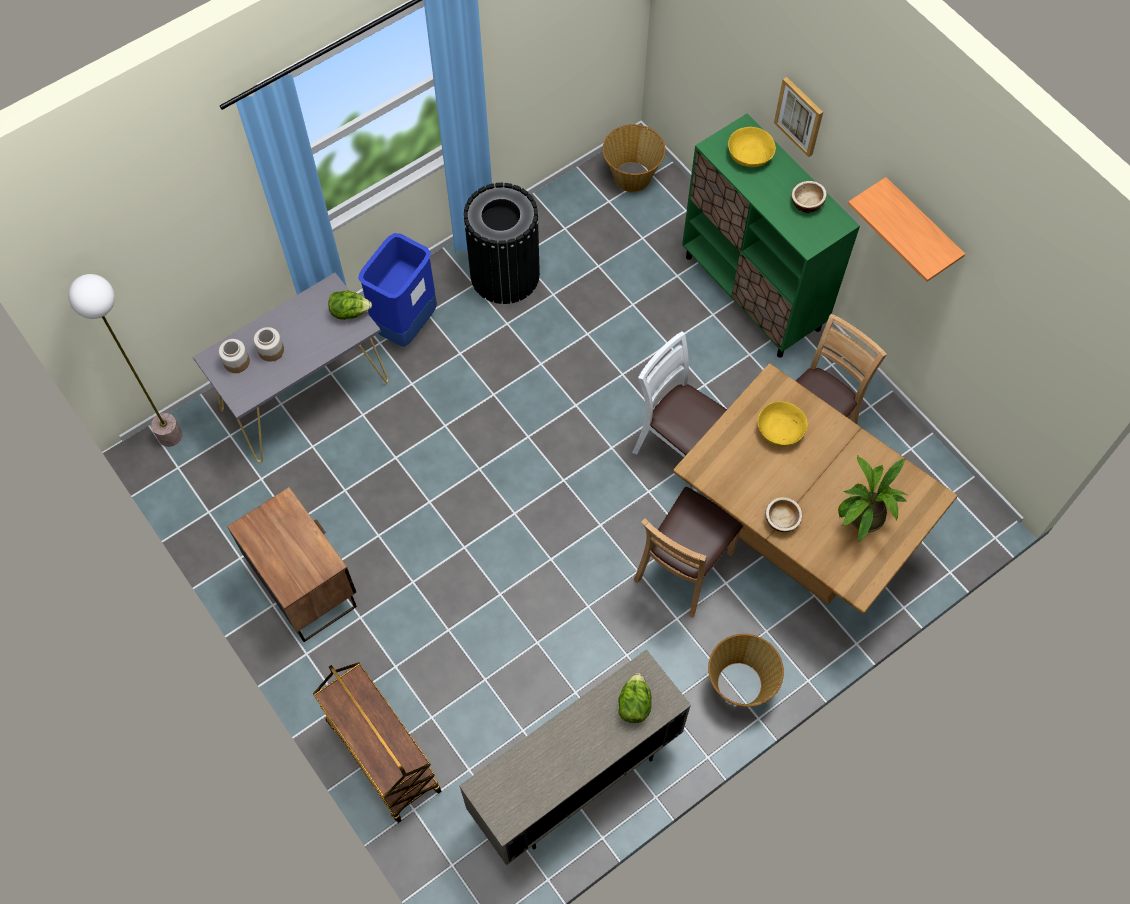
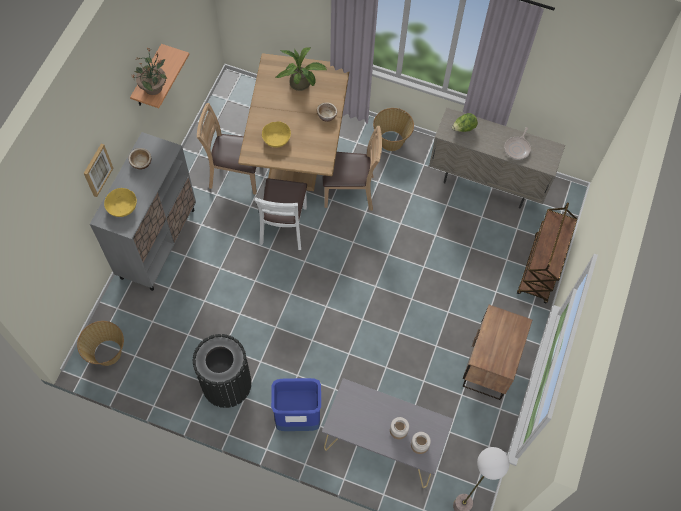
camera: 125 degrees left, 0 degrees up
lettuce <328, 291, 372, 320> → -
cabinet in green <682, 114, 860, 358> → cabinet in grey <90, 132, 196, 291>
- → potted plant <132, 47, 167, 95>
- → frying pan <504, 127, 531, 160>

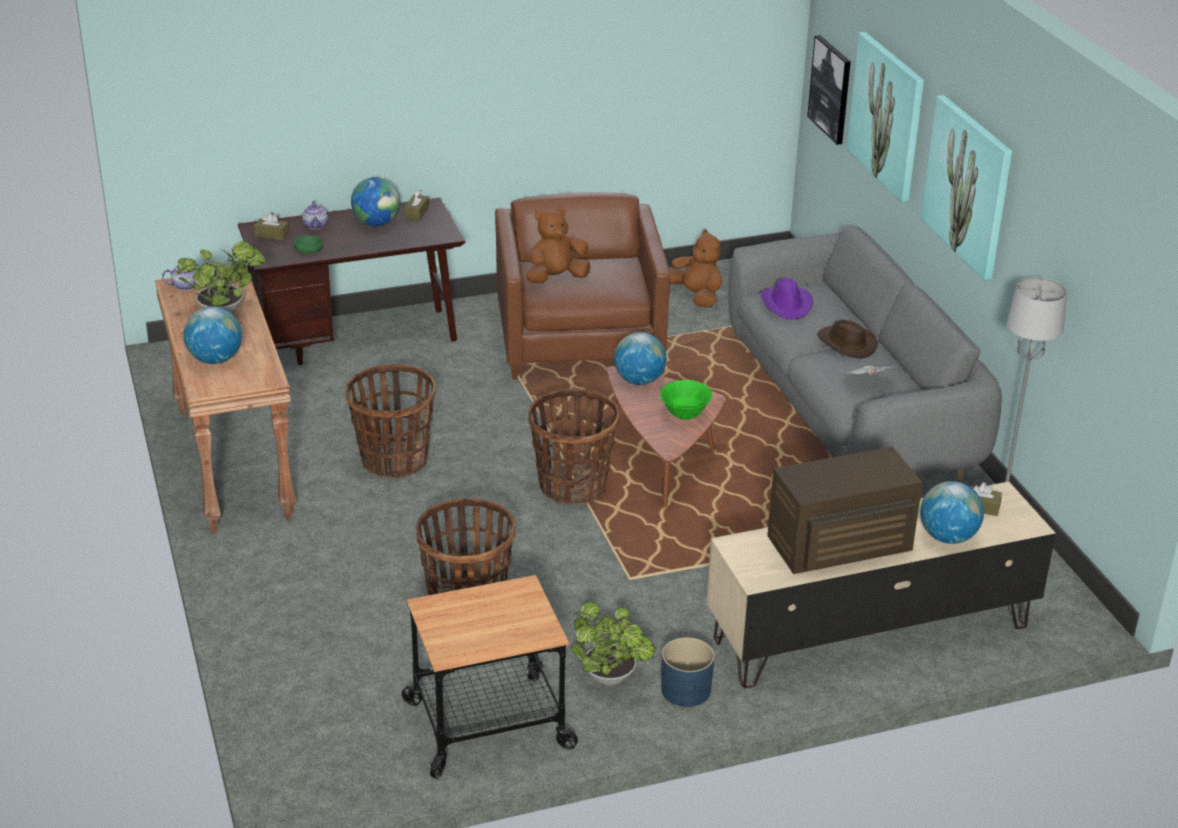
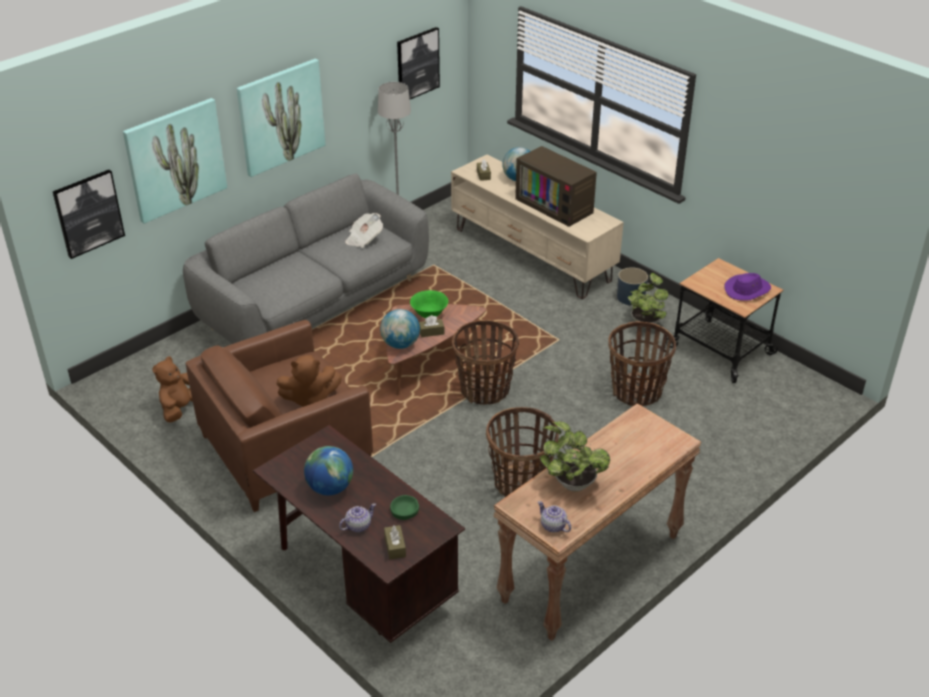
camera: 115 degrees left, 5 degrees up
globe <183, 306, 242, 364> → -
tissue box in brown <404, 190, 429, 221> → tissue box in brown <419, 315, 444, 337>, move
plush toy in brown <527, 207, 591, 283> → plush toy in brown <276, 355, 342, 407>, 45 degrees counterclockwise
hat in purple <761, 278, 813, 320> → hat in purple <725, 273, 771, 301>, move
hat in brown <818, 320, 878, 358> → -
- → picture <397, 27, 440, 99>

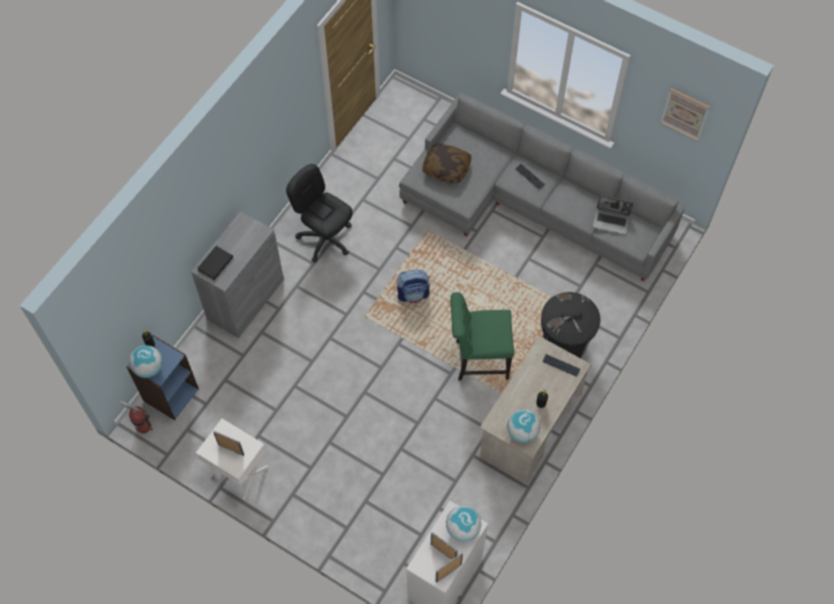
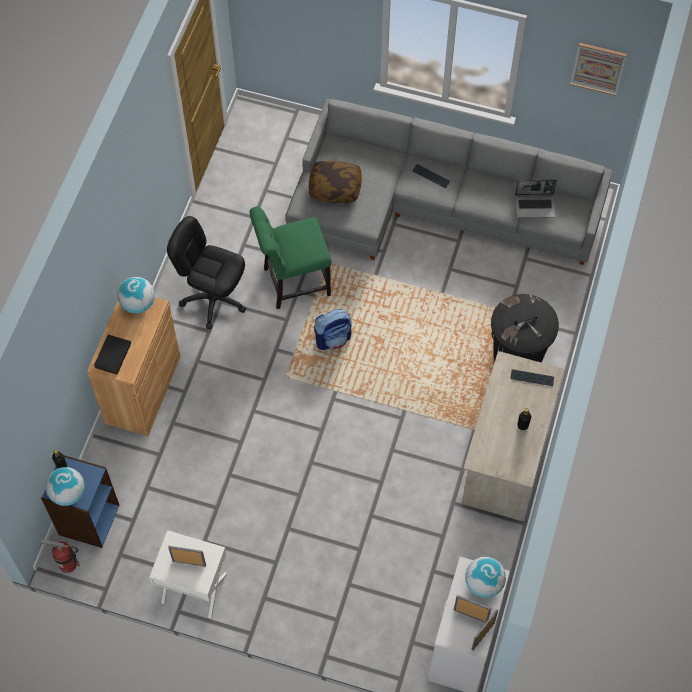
camera: 15 degrees left, 0 degrees up
cabinet in grey <191, 211, 284, 338> → cabinet in brown <87, 297, 180, 436>
chair in green <450, 292, 514, 381> → chair in green <250, 206, 332, 309>, move
globe <507, 409, 540, 443> → globe <118, 277, 155, 314>, move

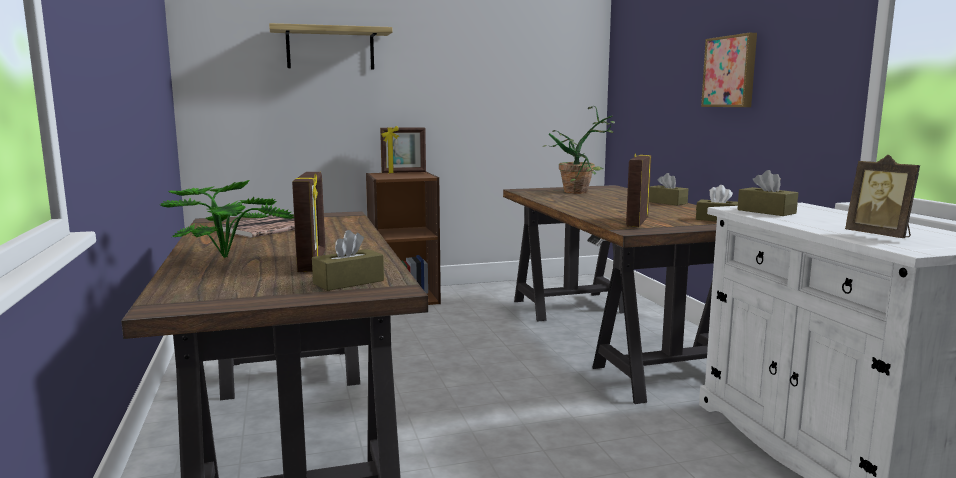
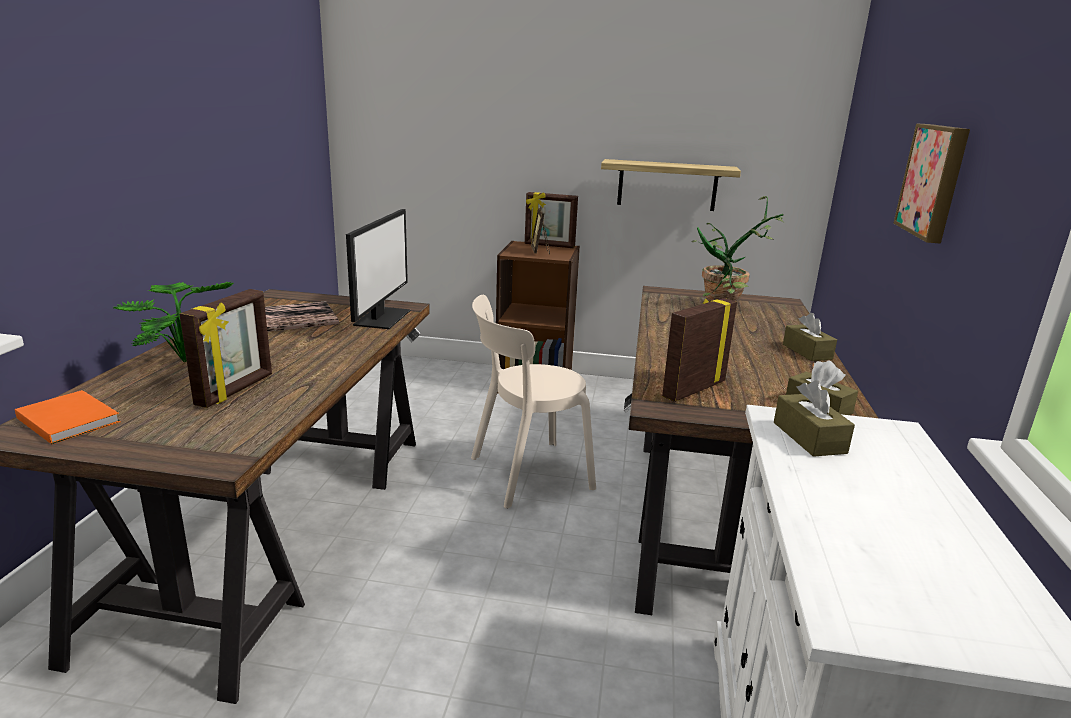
camera: 25 degrees right, 10 degrees up
shelf <269, 23, 392, 70> → shelf <601, 159, 741, 211>, move
tissue box in brown <312, 230, 384, 291> → -
picture frame <845, 155, 920, 238> → picture frame <531, 207, 550, 255>, move
- → book in orange <15, 390, 121, 444>
- → monitor <346, 209, 410, 329>
- → chair in beige <471, 295, 596, 509>

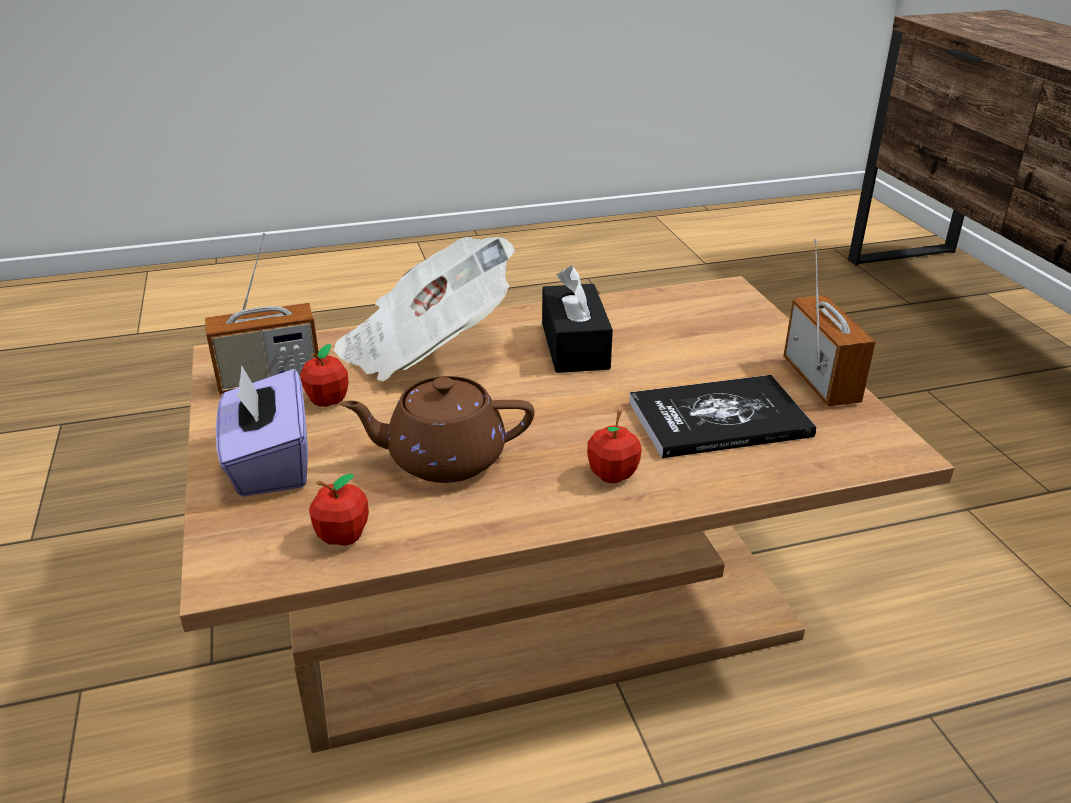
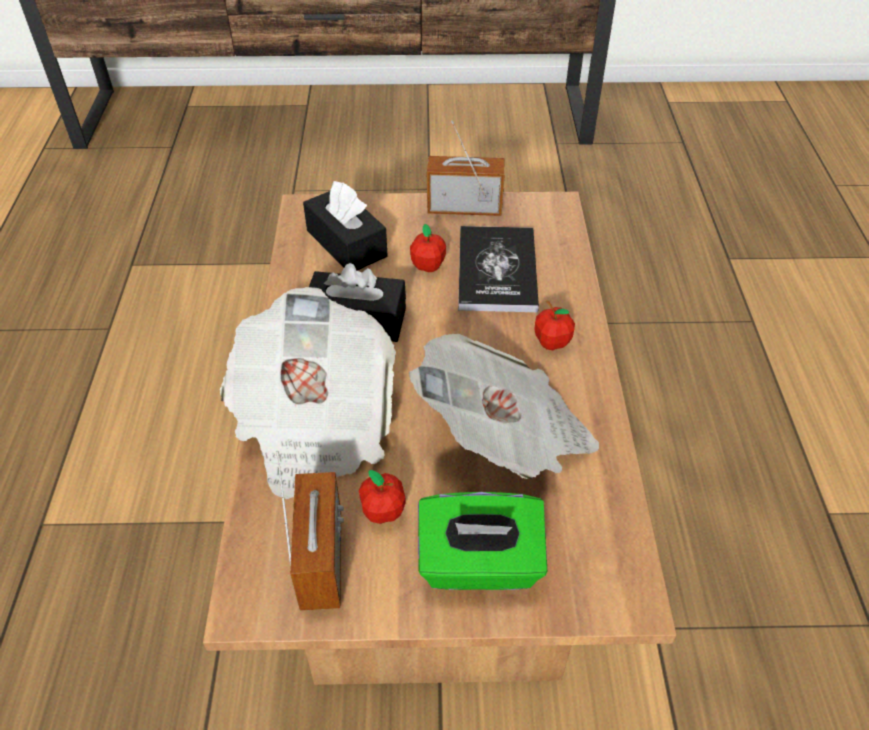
camera: 75 degrees left, 15 degrees up
tissue box in purple <216, 365, 308, 497> → tissue box in green <418, 492, 547, 590>
apple <309, 474, 369, 546> → apple <410, 224, 446, 272>, move
teapot in brown <339, 376, 534, 483> → newspaper <409, 334, 599, 479>
- → tissue box in black <303, 181, 388, 270>

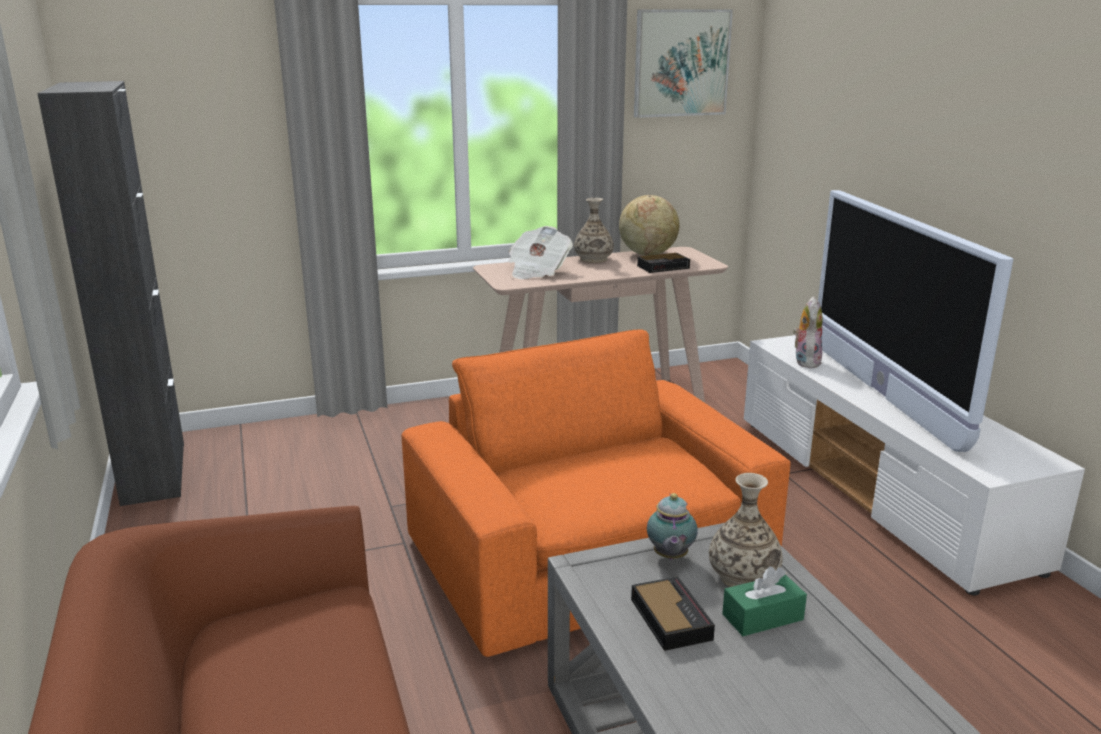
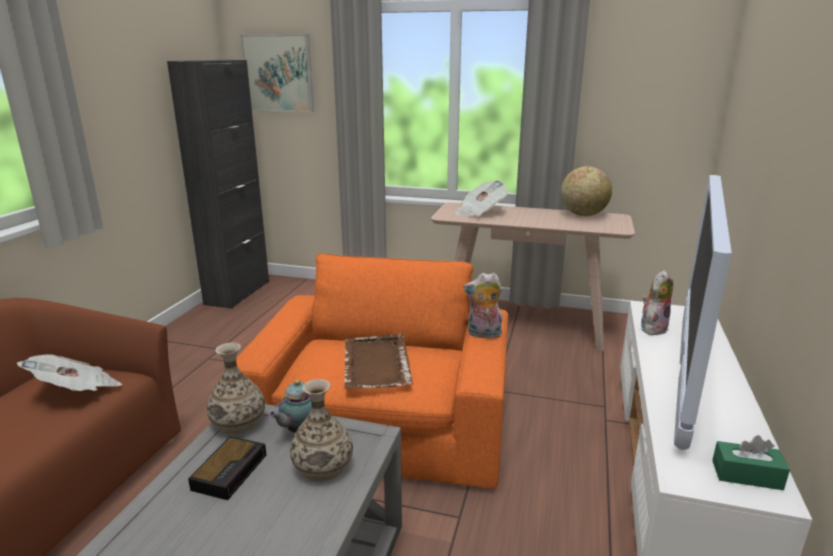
camera: 35 degrees right, 0 degrees up
vase <574, 198, 614, 263> → vase <207, 342, 265, 434>, move
picture <634, 10, 733, 118> → picture <240, 34, 314, 112>, move
alarm clock <637, 253, 690, 273> → -
tissue box in green <722, 567, 807, 636> → tissue box in green <712, 435, 790, 490>, move
- → newspaper <17, 354, 122, 391>
- → tray in brown <344, 334, 413, 389>
- → plush toy <464, 273, 503, 338>

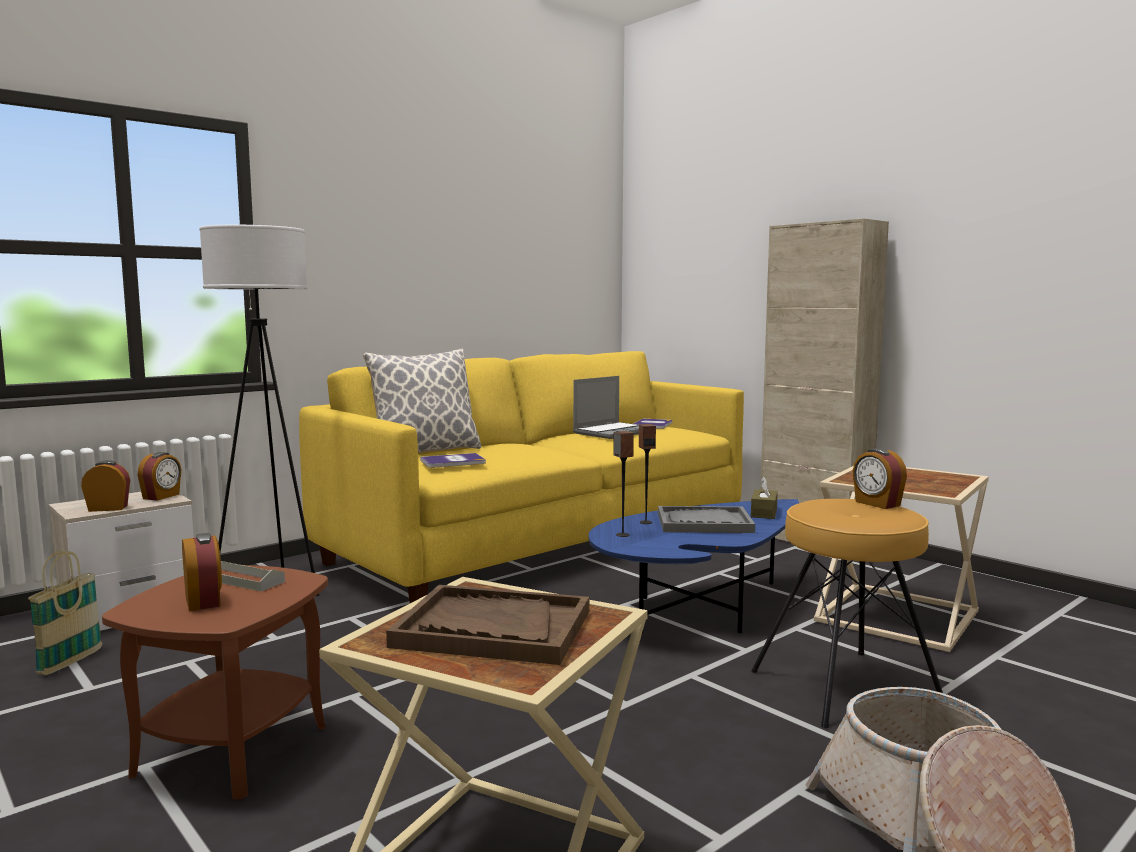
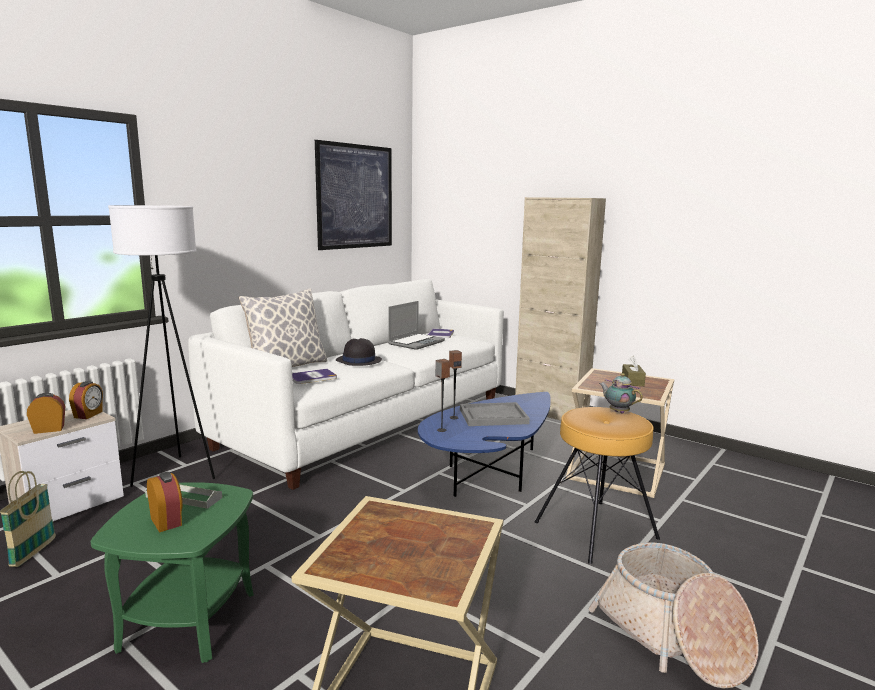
camera: 10 degrees left, 5 degrees up
side table in brown <102, 565, 328, 800> → side table in green <91, 482, 254, 663>
sofa in yellow <299, 351, 744, 603> → sofa in white <188, 279, 504, 490>
tray in brown <386, 585, 589, 665> → -
tissue box in brown <751, 476, 778, 519> → tissue box in brown <622, 356, 646, 386>, move
alarm clock <853, 448, 907, 509> → teapot <599, 373, 643, 413>
- → picture <315, 140, 392, 250>
- → hat in black <336, 338, 382, 366>

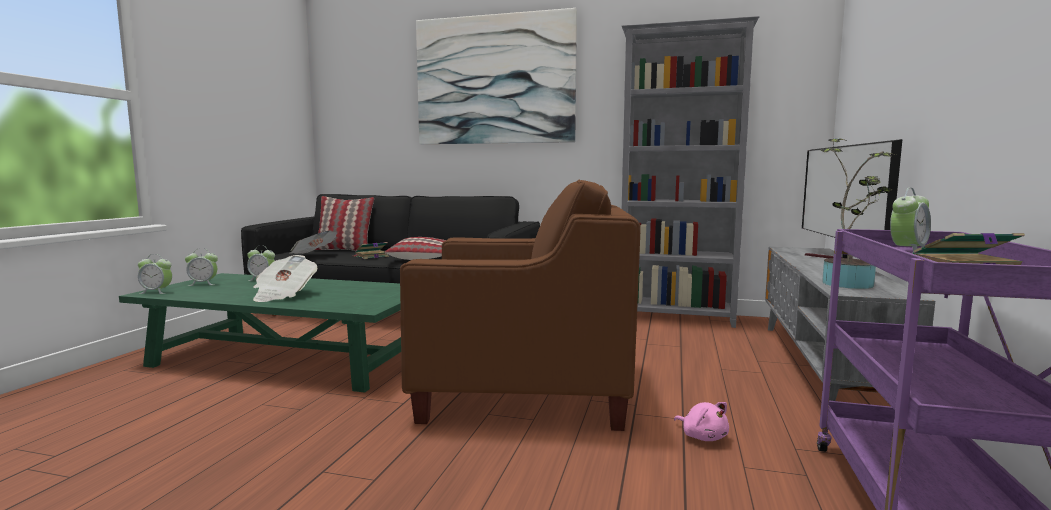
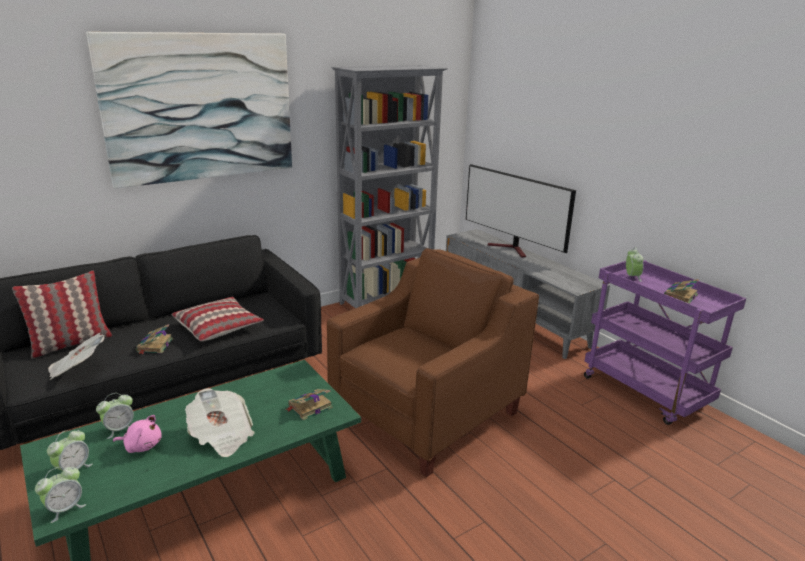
camera: 50 degrees left, 15 degrees up
plush toy in pink <674, 402, 729, 441> → plush toy in pink <113, 415, 162, 453>, move
potted plant <821, 138, 896, 289> → -
- → book <285, 389, 333, 420>

